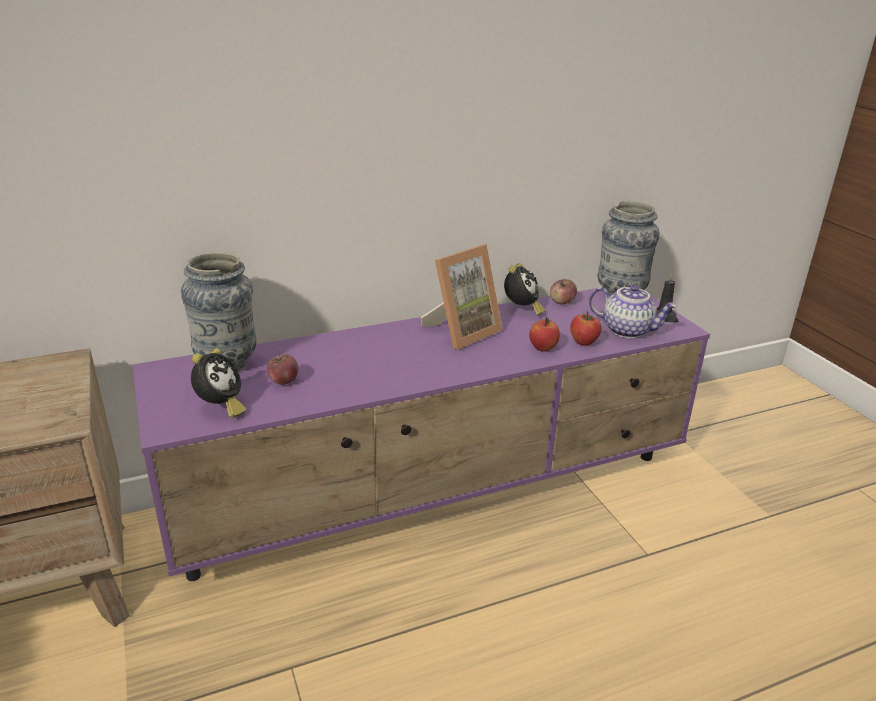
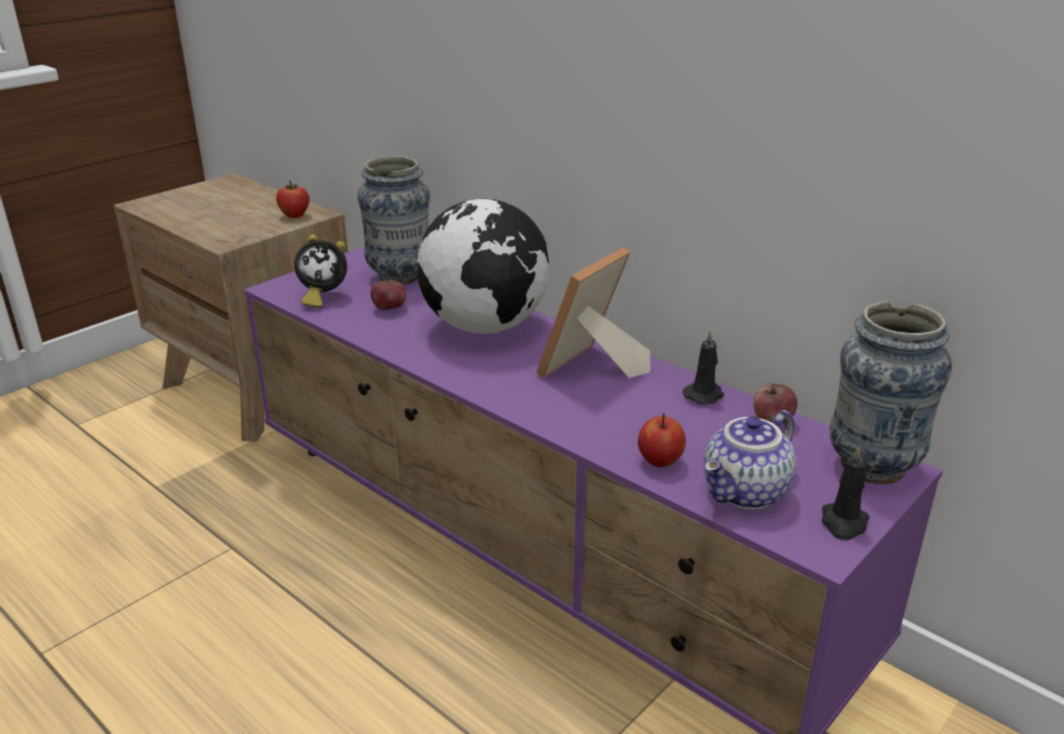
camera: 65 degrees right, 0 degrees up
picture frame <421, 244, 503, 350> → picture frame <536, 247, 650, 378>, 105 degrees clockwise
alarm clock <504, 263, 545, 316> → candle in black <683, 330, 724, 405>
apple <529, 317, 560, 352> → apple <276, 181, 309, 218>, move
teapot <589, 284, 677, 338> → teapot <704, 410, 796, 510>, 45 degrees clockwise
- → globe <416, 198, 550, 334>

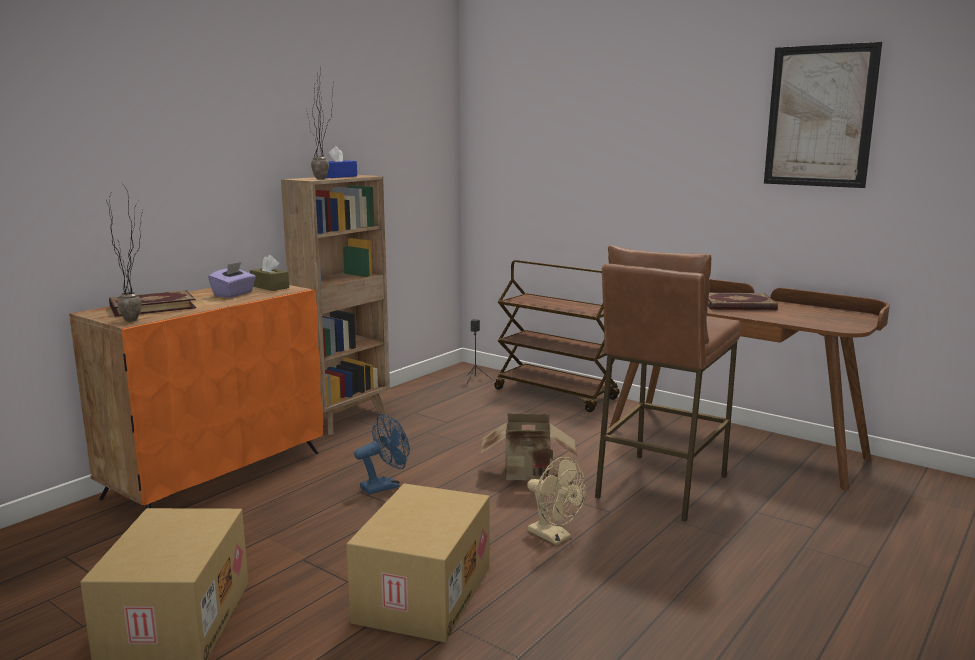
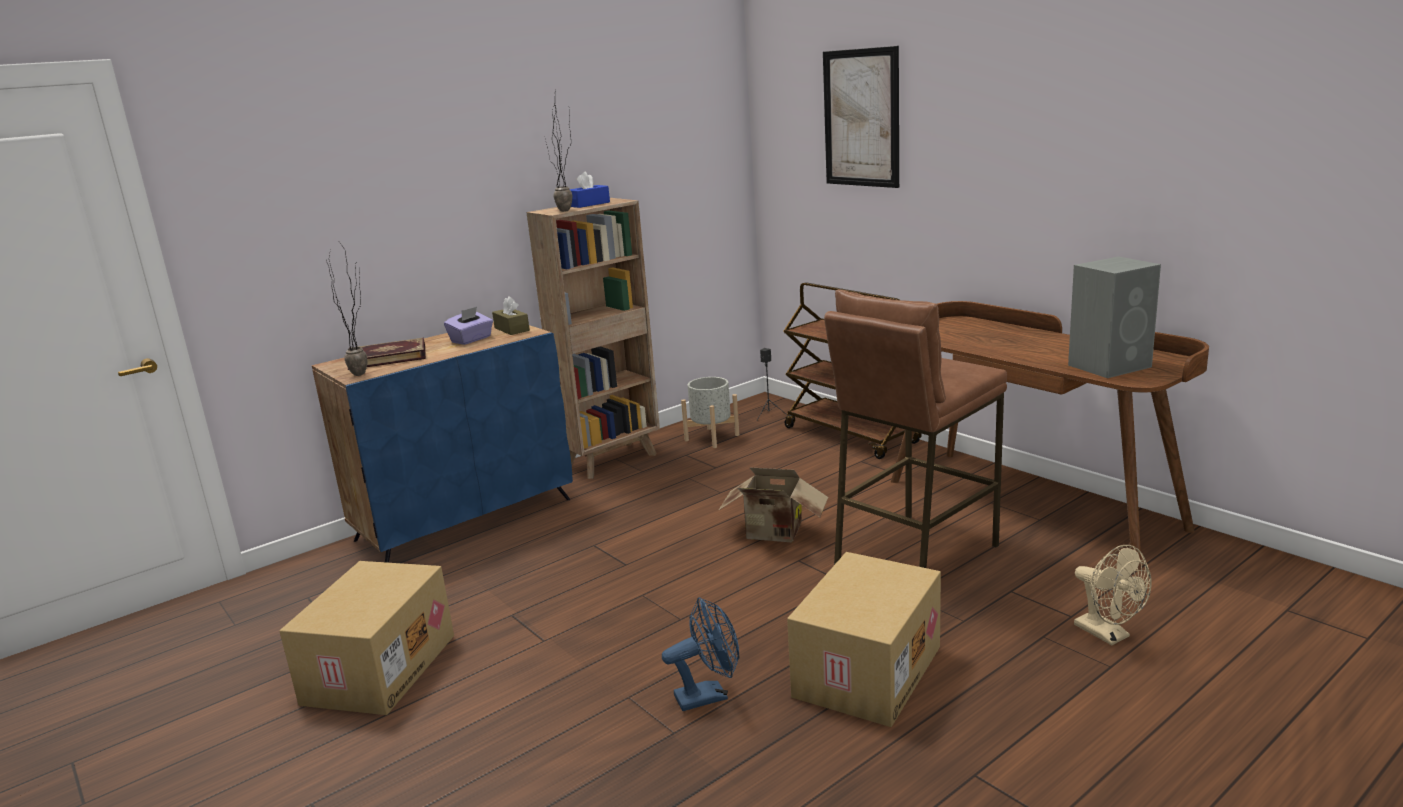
camera: 15 degrees right, 5 degrees up
cabinet in orange <69, 285, 323, 508> → cabinet in blue <312, 322, 573, 563>
cardboard box <347, 484, 490, 643> → cardboard box <787, 552, 941, 727>, move
fan in blue <354, 413, 410, 495> → fan in blue <662, 597, 739, 711>, move
fan in beige <527, 457, 586, 545> → fan in beige <1074, 545, 1152, 645>, move
book <708, 293, 778, 310> → -
picture <764, 42, 882, 188> → picture <823, 46, 899, 188>, move
- → planter in grey <681, 377, 739, 448>
- → speaker in grey <1068, 256, 1161, 378>

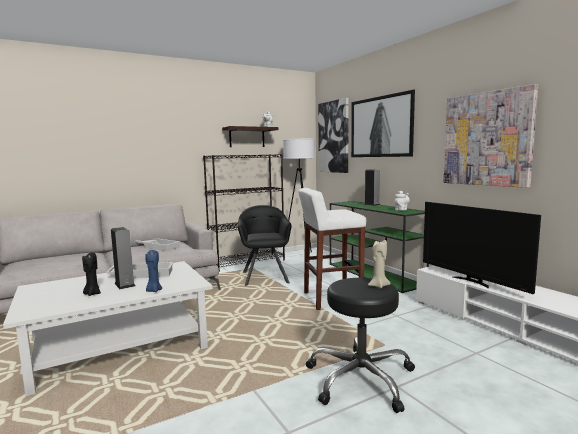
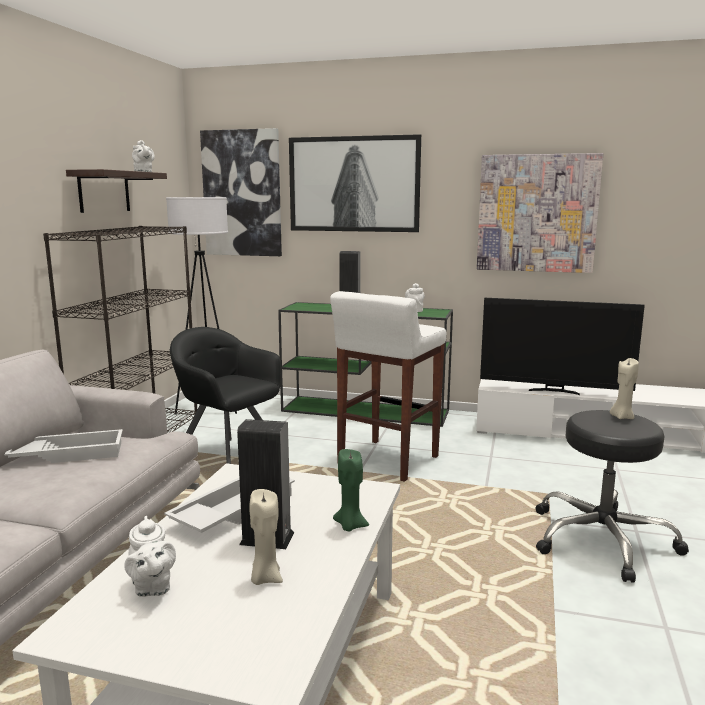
camera: 45 degrees left, 5 degrees up
candle in black <82, 253, 101, 296> → candle in beige <249, 489, 283, 585>
candle in blue <145, 250, 162, 292> → candle in green <333, 449, 369, 531>
- → teapot in white <124, 516, 176, 597>

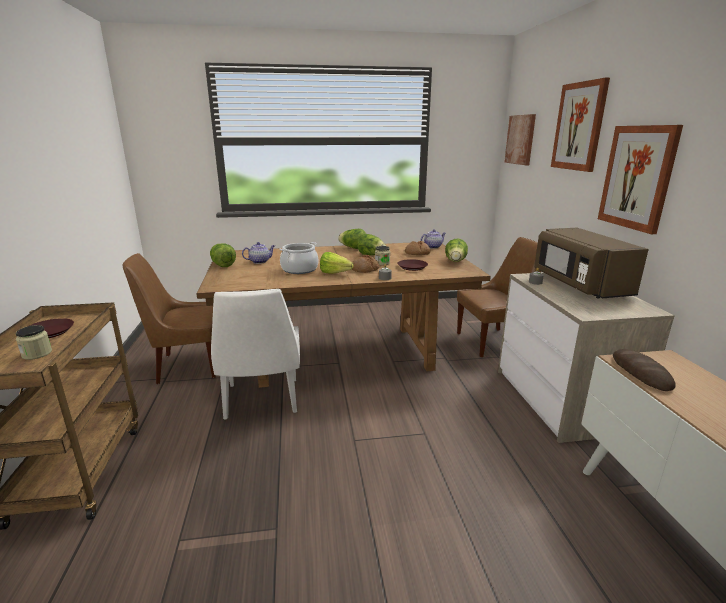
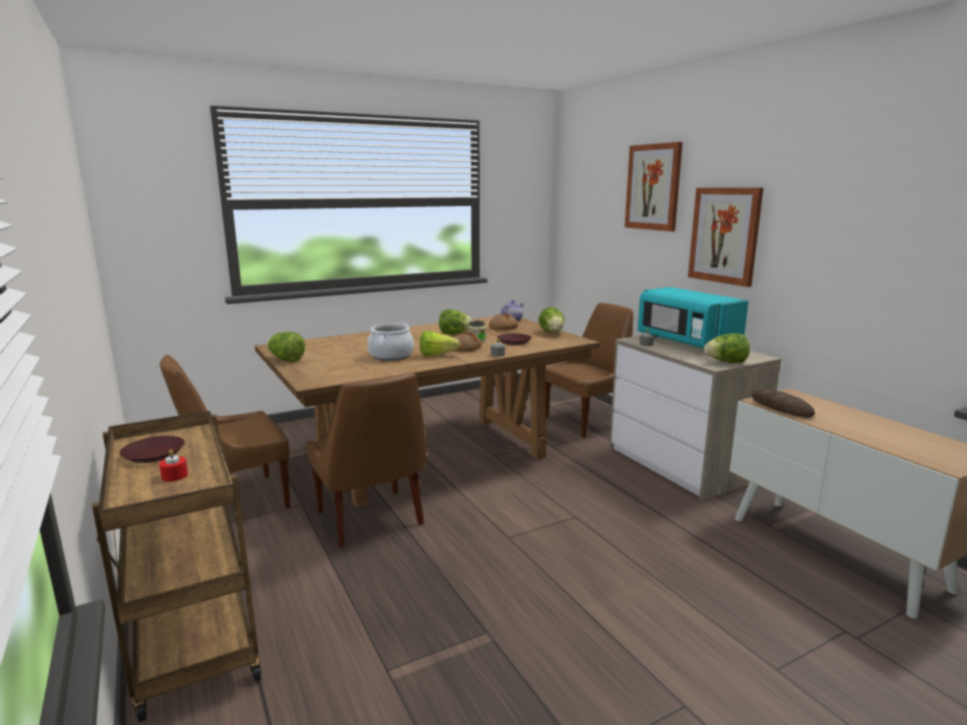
camera: 20 degrees left, 5 degrees down
jar <15, 325, 52, 360> → candle in red <159, 450, 188, 482>
chair in white <211, 289, 300, 420> → chair in brown <305, 372, 427, 548>
teapot <242, 242, 275, 264> → -
lettuce <338, 229, 366, 249> → lettuce <704, 333, 750, 363>, move
picture <505, 114, 536, 165> → -
microwave in brown <534, 228, 649, 299> → microwave in turquoise <638, 287, 749, 348>

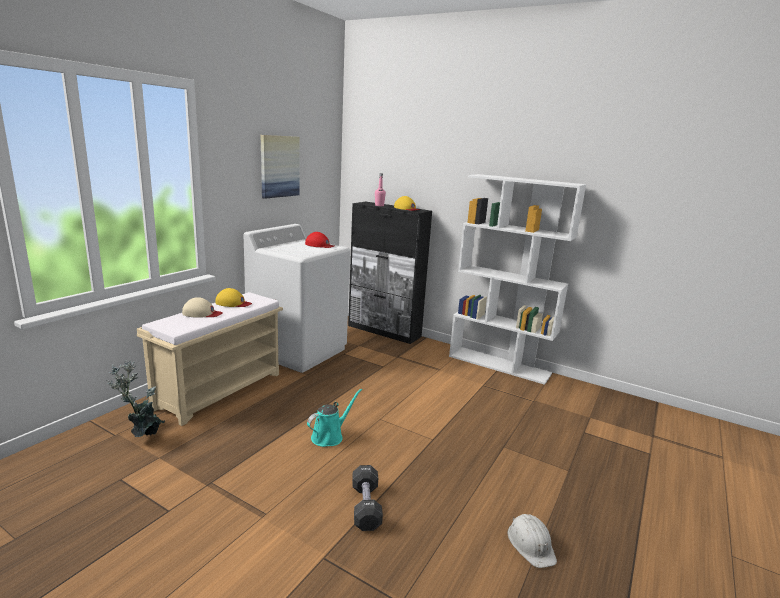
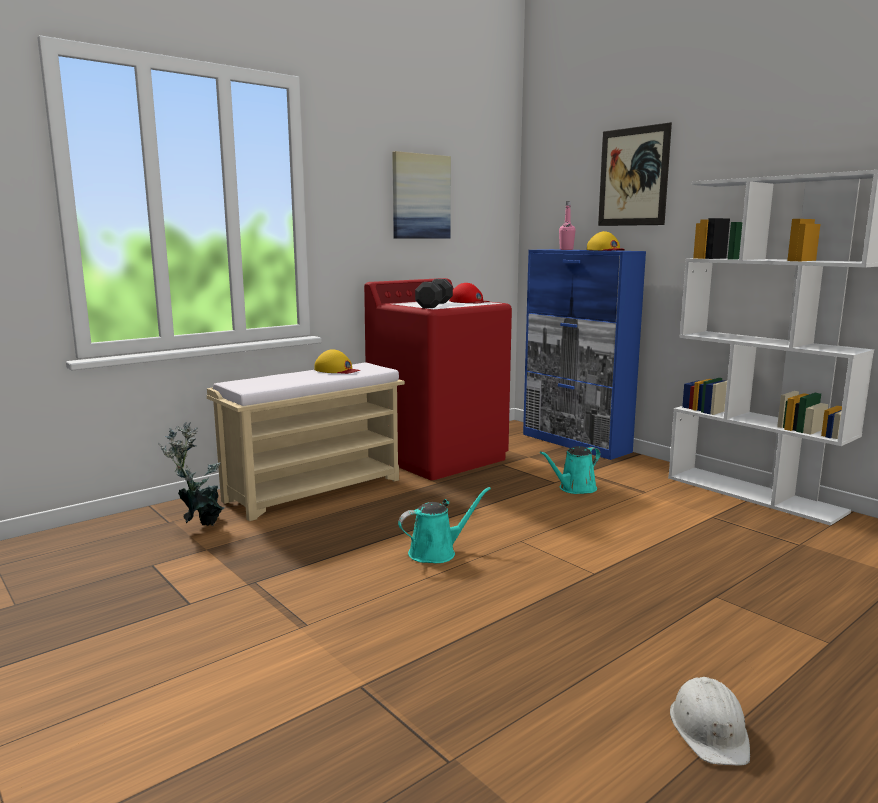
camera: 20 degrees right, 5 degrees down
cap in beige <182, 297, 223, 318> → -
washing machine in white <243, 224, 350, 373> → washing machine in red <364, 278, 512, 480>
cabinet in black <348, 202, 432, 344> → cabinet in blue <523, 249, 646, 460>
dumbbell in black <352, 465, 383, 531> → dumbbell in black <415, 279, 453, 308>, move
- → watering can in turquoise <540, 446, 601, 494>
- → picture <598, 122, 672, 226>

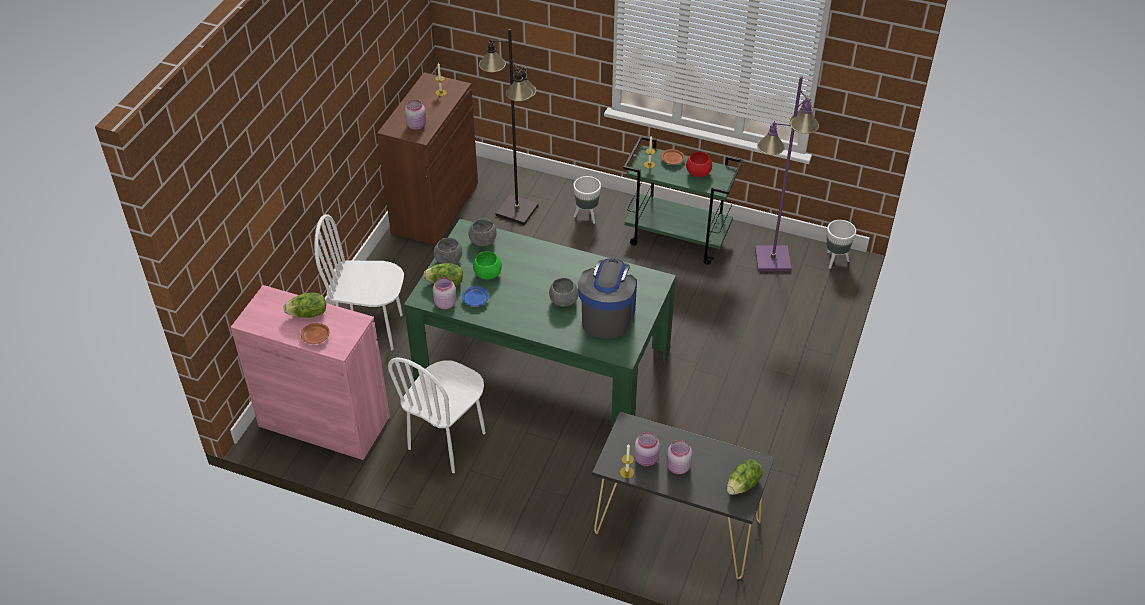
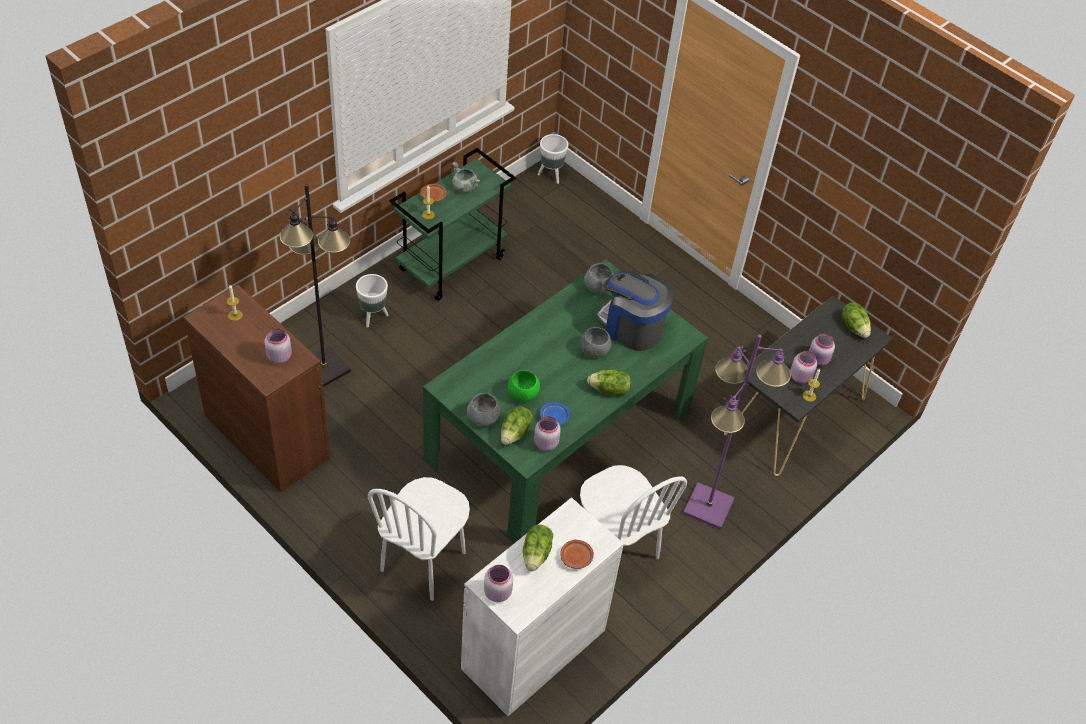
camera: 70 degrees left, 5 degrees up
cabinet in pink <231, 285, 390, 460> → cabinet in white <461, 497, 624, 716>
bowl in grey <468, 219, 497, 246> → bowl in grey <584, 263, 614, 294>, move
bowl in red <686, 152, 712, 177> → cooking pot in grey <452, 162, 480, 192>
floor lamp in purple <755, 76, 819, 271> → floor lamp in purple <683, 334, 791, 530>, move
- → jar in pink <484, 565, 513, 602>
- → lettuce <587, 369, 631, 395>

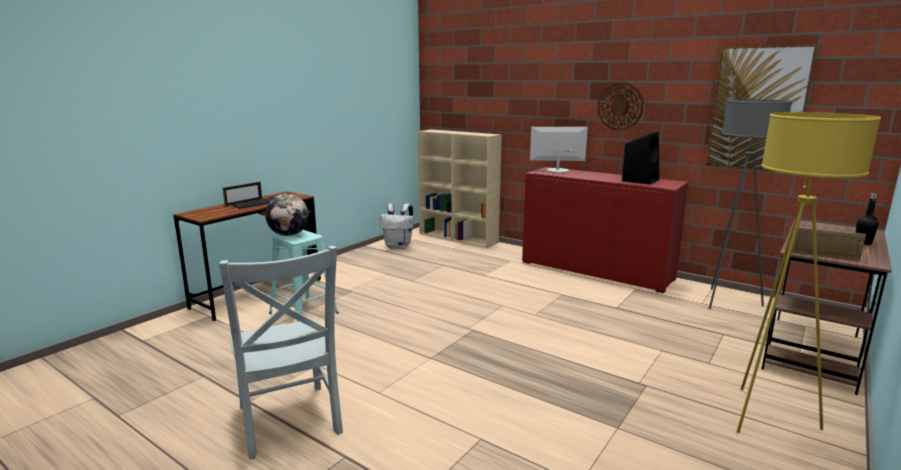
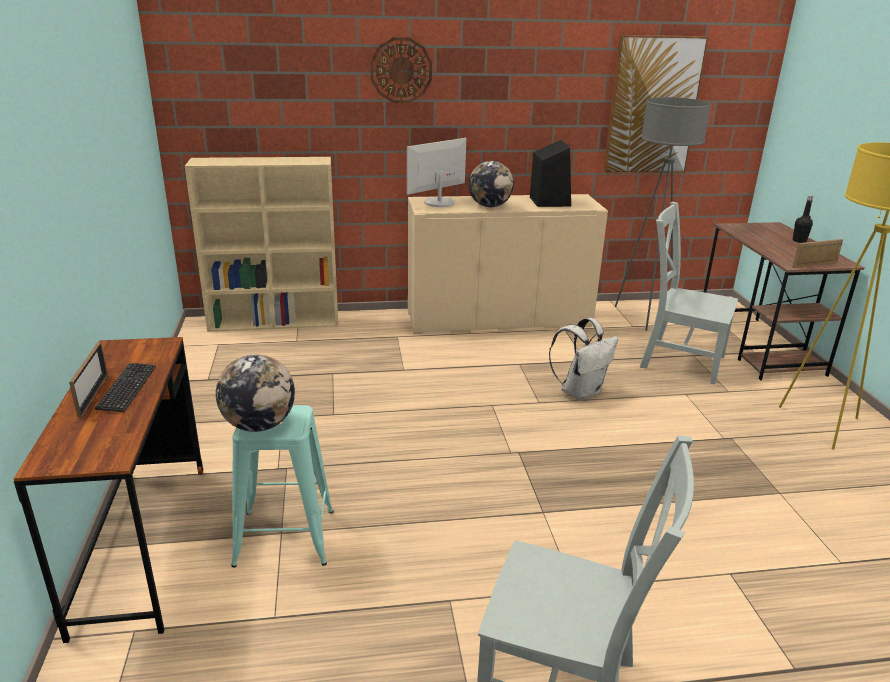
camera: 45 degrees left, 10 degrees up
backpack in white <380, 203, 414, 249> → backpack in white <549, 318, 618, 401>, move
cabinet in red <522, 167, 689, 293> → cabinet in beige <408, 194, 608, 334>
wall clock <598, 83, 644, 130> → wall clock <370, 37, 432, 103>, move
- → globe <469, 161, 514, 207>
- → chair in grey <640, 202, 738, 385>

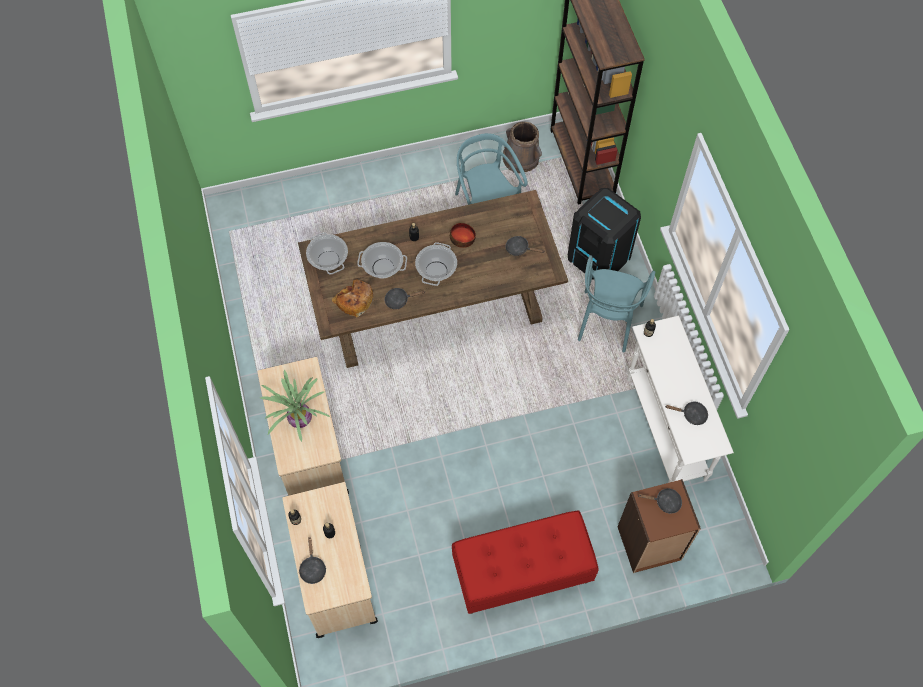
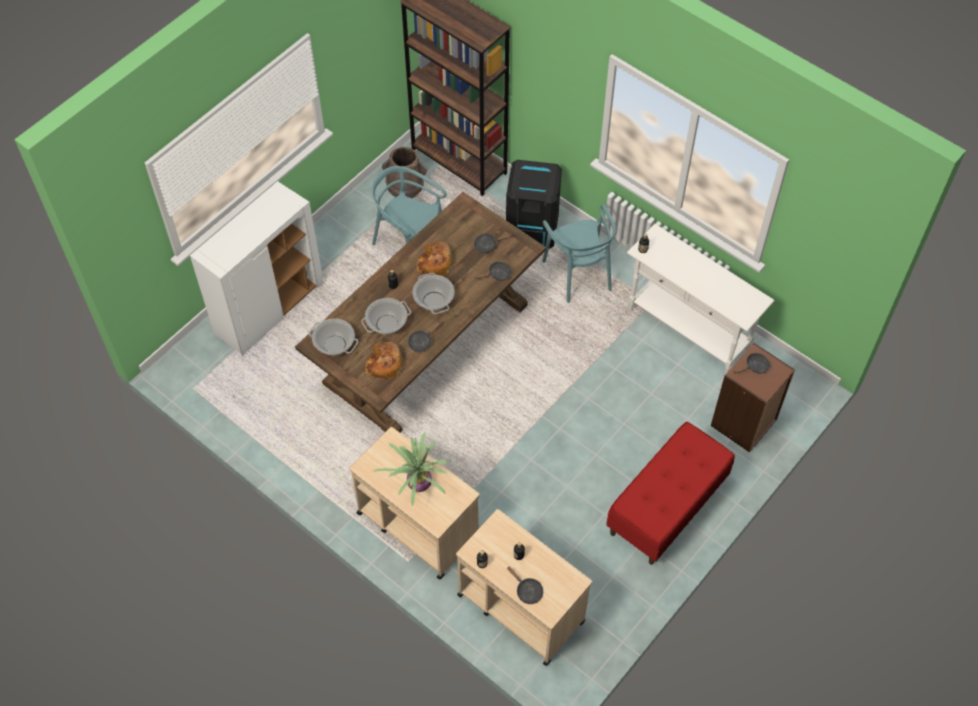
camera: 35 degrees left, 5 degrees down
bowl <450, 223, 476, 248> → bread <416, 242, 452, 276>
frying pan in black <666, 402, 708, 425> → frying pan in black <474, 262, 512, 280>, move
- → cabinet in white <190, 181, 324, 355>

